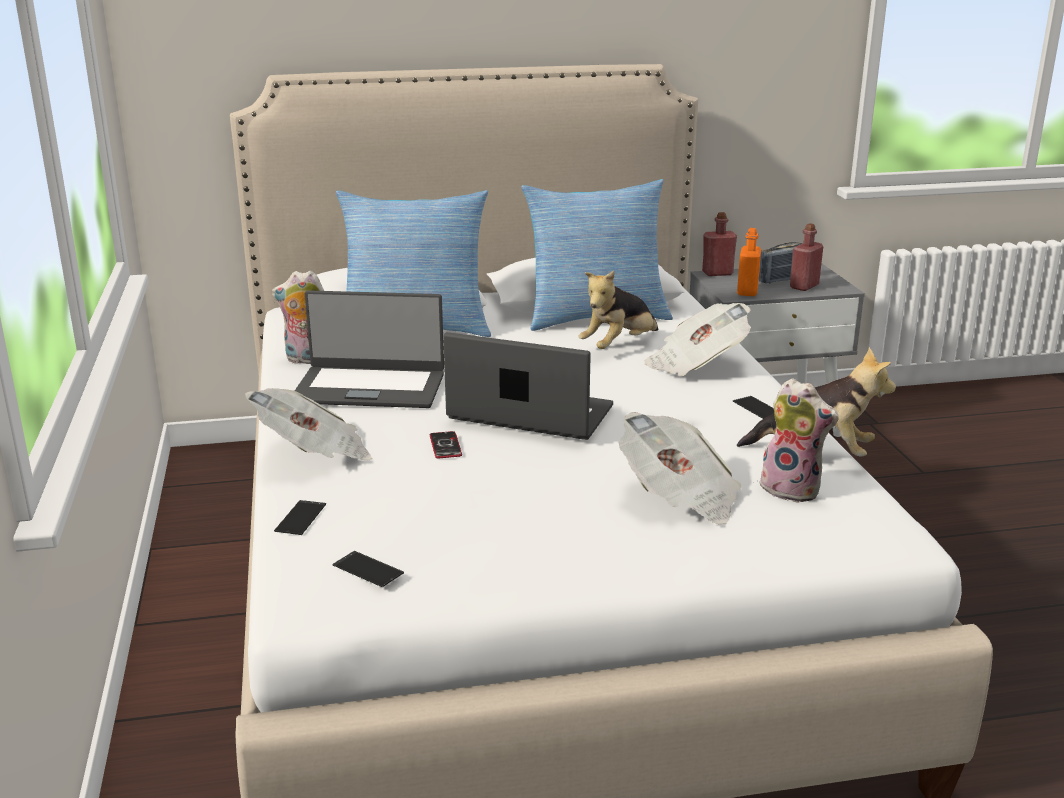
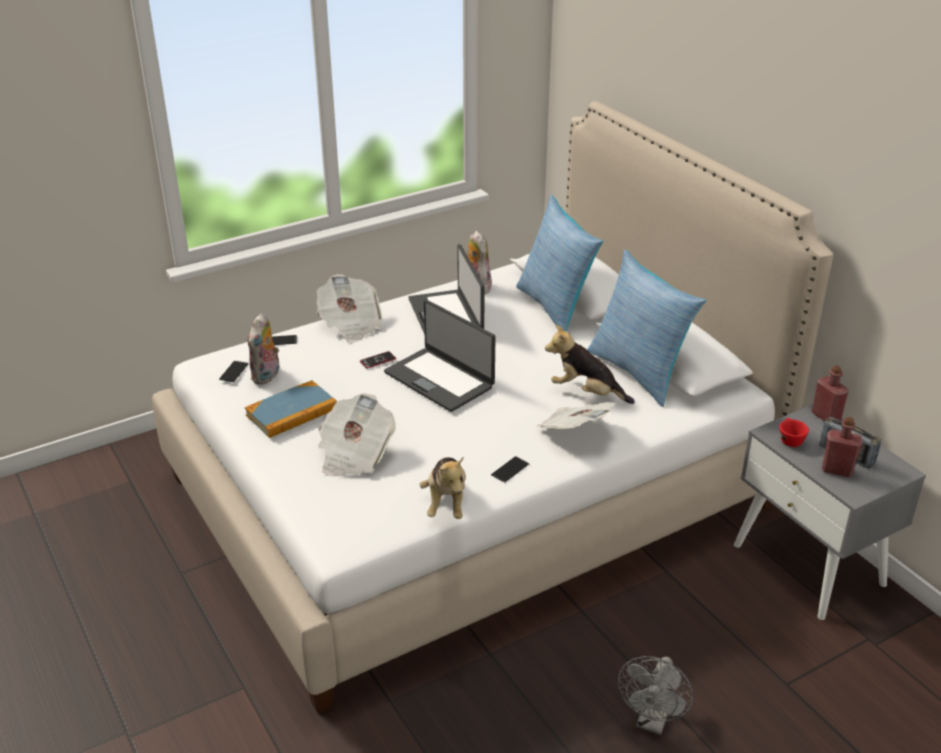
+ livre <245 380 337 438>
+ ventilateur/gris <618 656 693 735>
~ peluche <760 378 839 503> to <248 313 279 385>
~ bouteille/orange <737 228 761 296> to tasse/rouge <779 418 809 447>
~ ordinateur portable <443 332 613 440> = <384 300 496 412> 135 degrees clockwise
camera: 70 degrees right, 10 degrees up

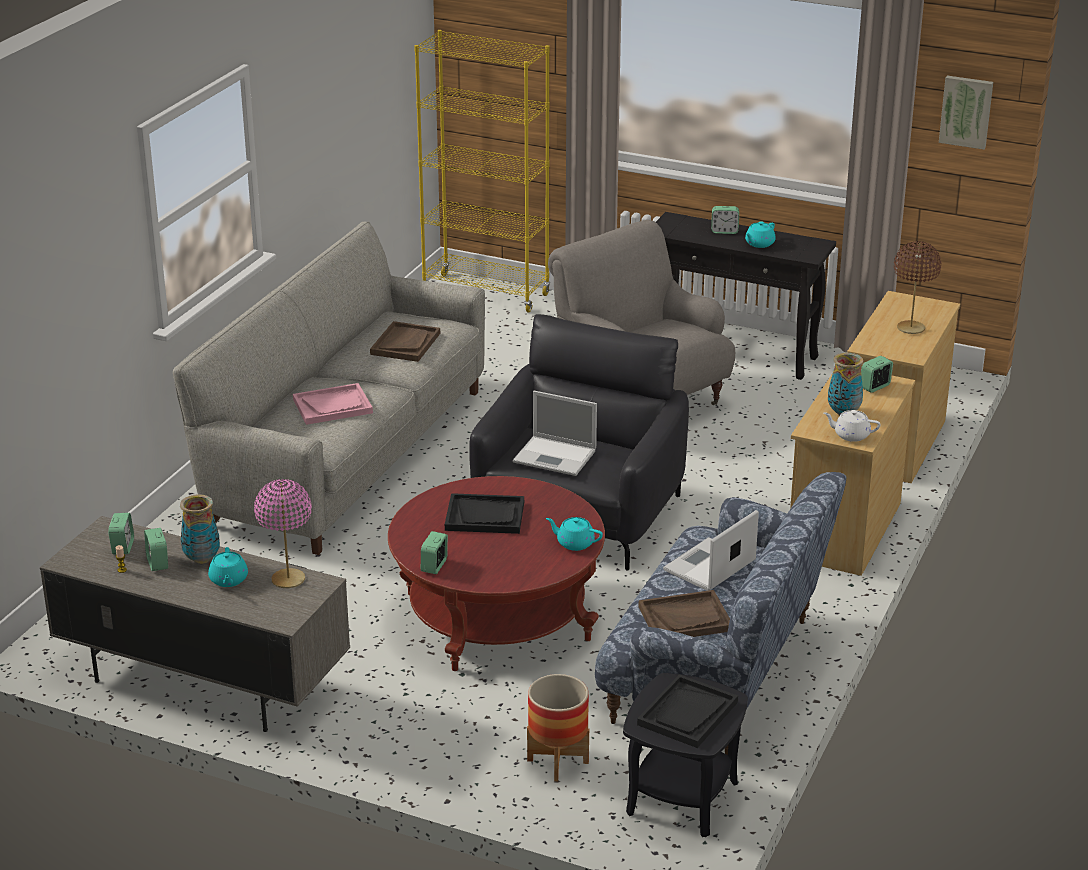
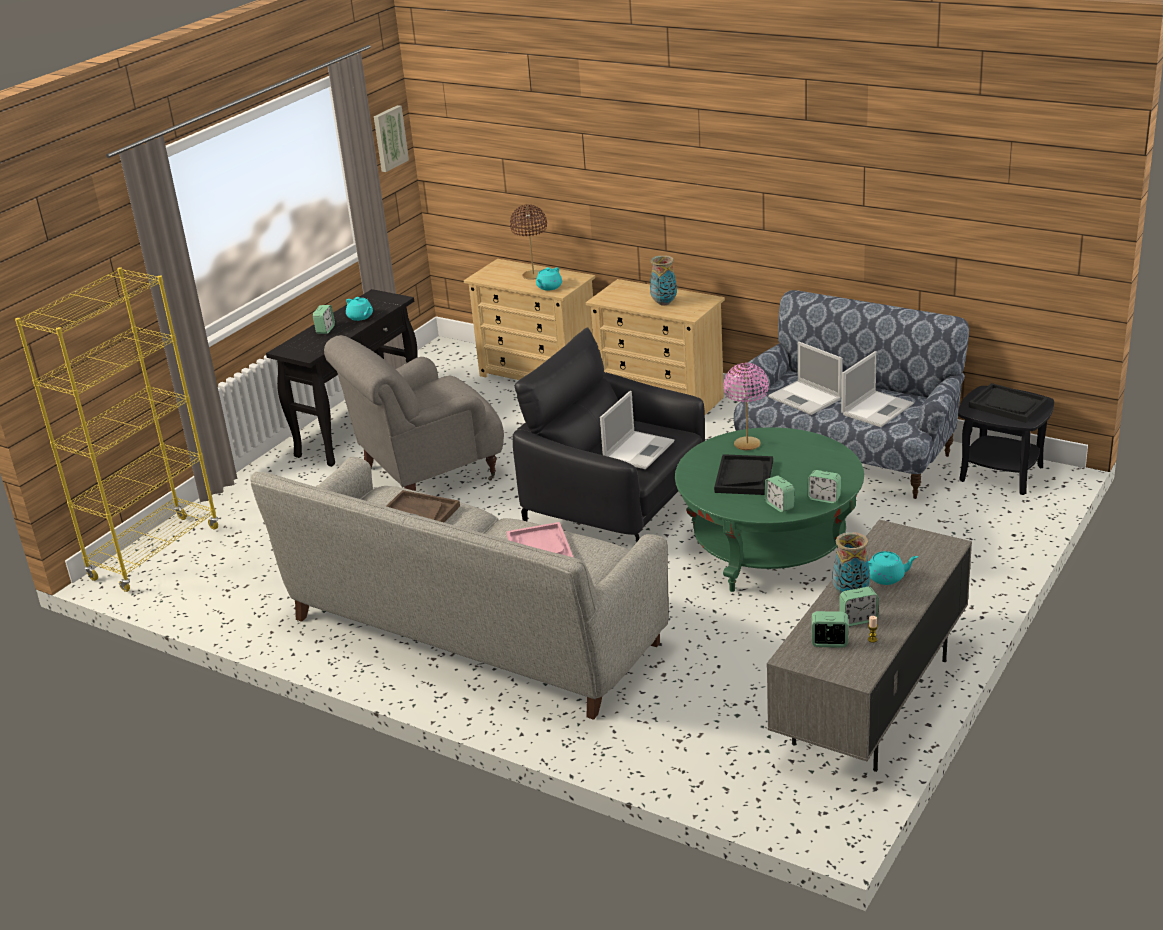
- cache-pot <527 674 589 781>
- théière/blanc <824 410 881 442>
~ lampe de table/rose <254 479 312 588> to <724 363 769 450>
~ théière/turquoise <546 517 603 551> to <536 267 562 291>
~ réveil <861 356 893 393> to <765 476 795 512>
~ plateau/marron <638 590 730 637> to ordinateur portable <841 351 914 427>
~ table basse/rouge <388 476 605 671> to table basse/vert <675 427 864 592>
camera: 80 degrees left, 0 degrees up

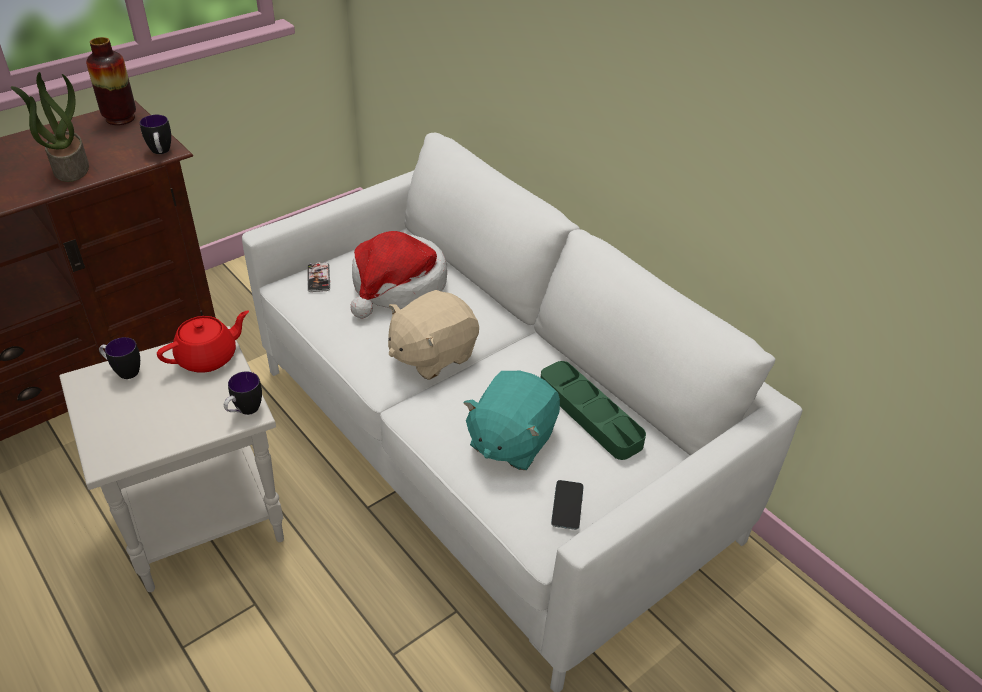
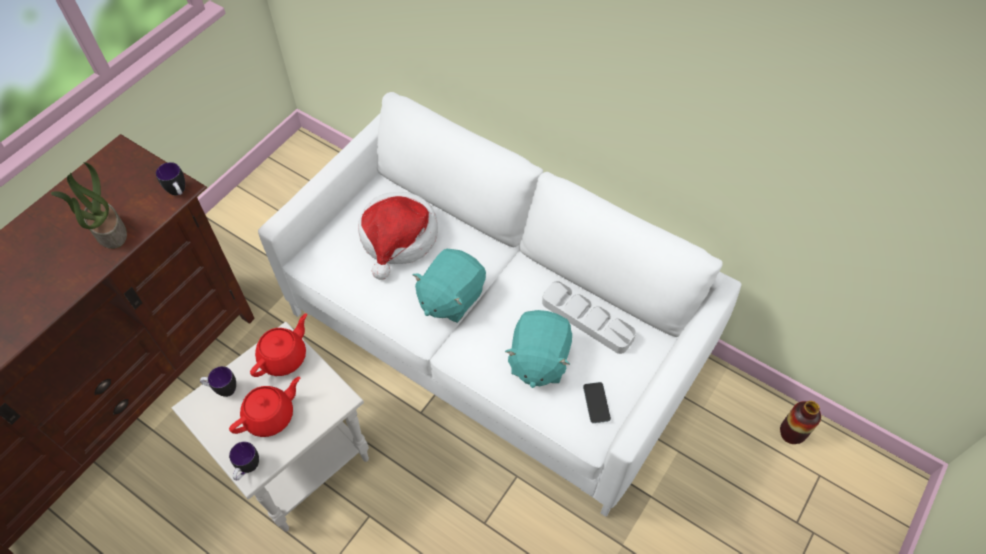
- téléphone <307 262 330 292>
+ théière/rouge <229 377 300 437>
~ vase <86 37 136 125> to <780 401 821 444>
~ mug <224 371 262 415> to <229 442 259 480>
~ peluche/beige <388 290 479 380> to peluche/turquoise <412 249 486 323>
~ plateau/vert <540 361 646 460> to plateau/gris <542 281 636 354>
camera: 15 degrees left, 15 degrees up

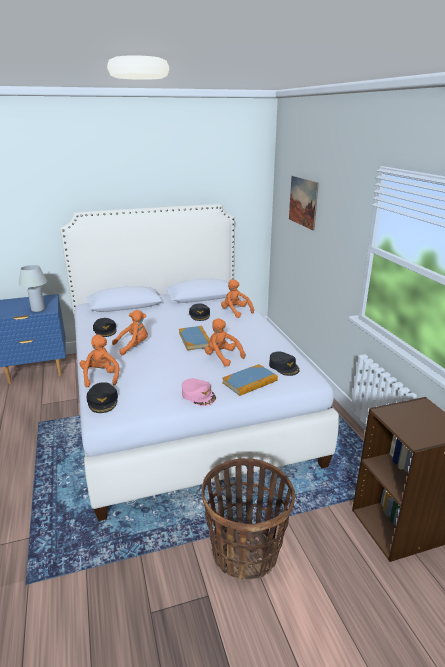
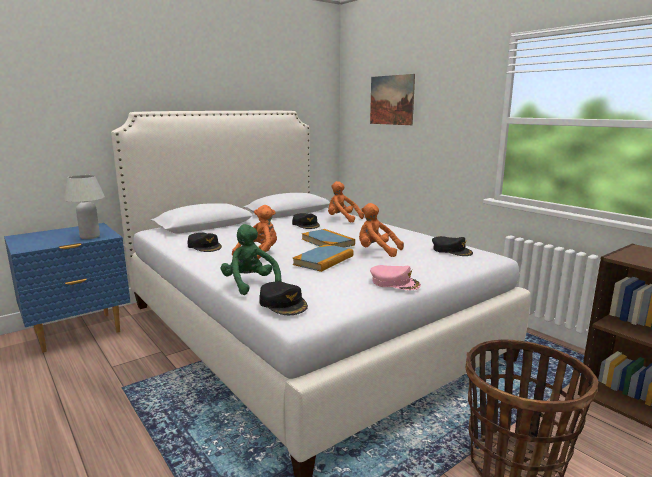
~ livre <222 364 278 396> to <293 244 354 272>
~ peluche/orange <80 335 119 387> to peluche/vert <221 224 282 295>
camera: 20 degrees left, 10 degrees down

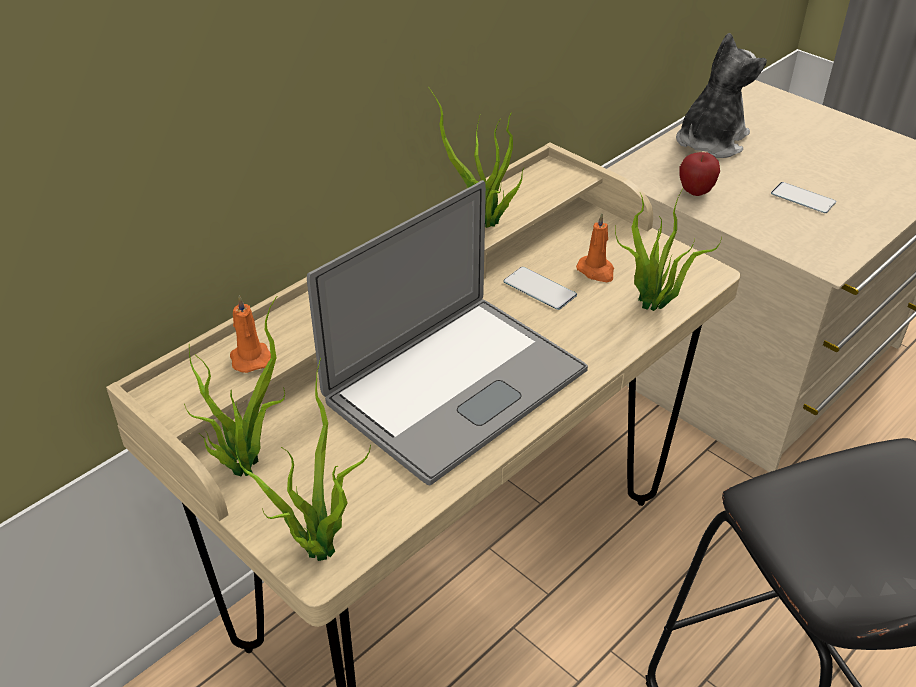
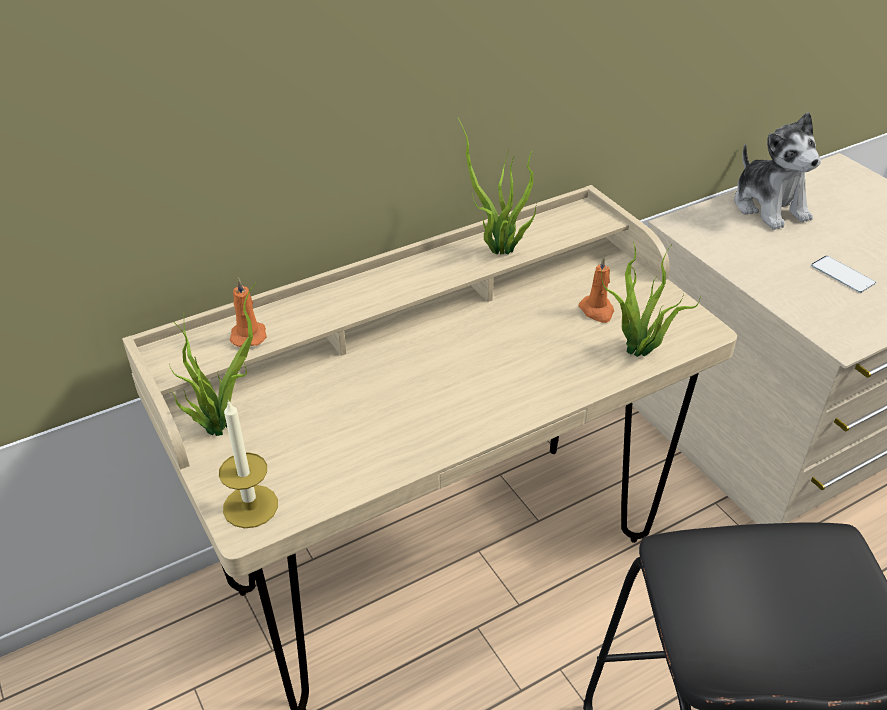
- ordinateur portable <307 180 588 486>
- téléphone <503 267 577 310>
- pomme <679 152 720 196>
~ plante en pot <235 358 371 561> to bougie <219 400 278 528>
~ peluche <676 33 767 158> = <735 112 821 230> 105 degrees clockwise
camera: 15 degrees right, 0 degrees up

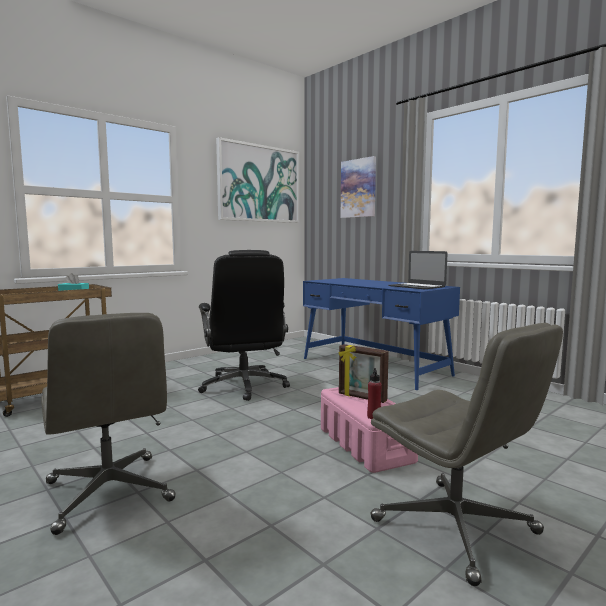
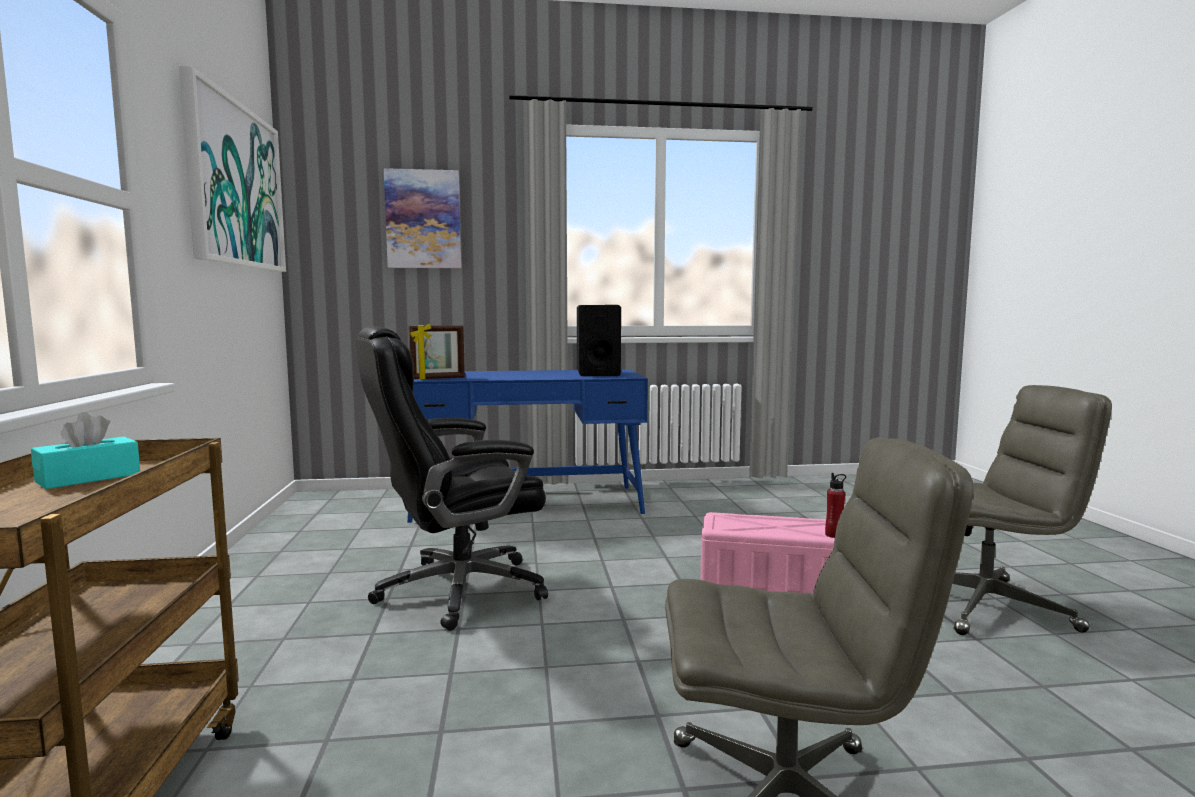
~ cadre photo <339 344 389 403> to <409 323 465 380>
~ ordinateur portable <388 251 447 289> to enceinte/noir <577 305 621 376>
~ chaise de bureau/noir <198 250 290 401> = <355 326 548 631> 135 degrees clockwise
camera: 55 degrees left, 0 degrees up

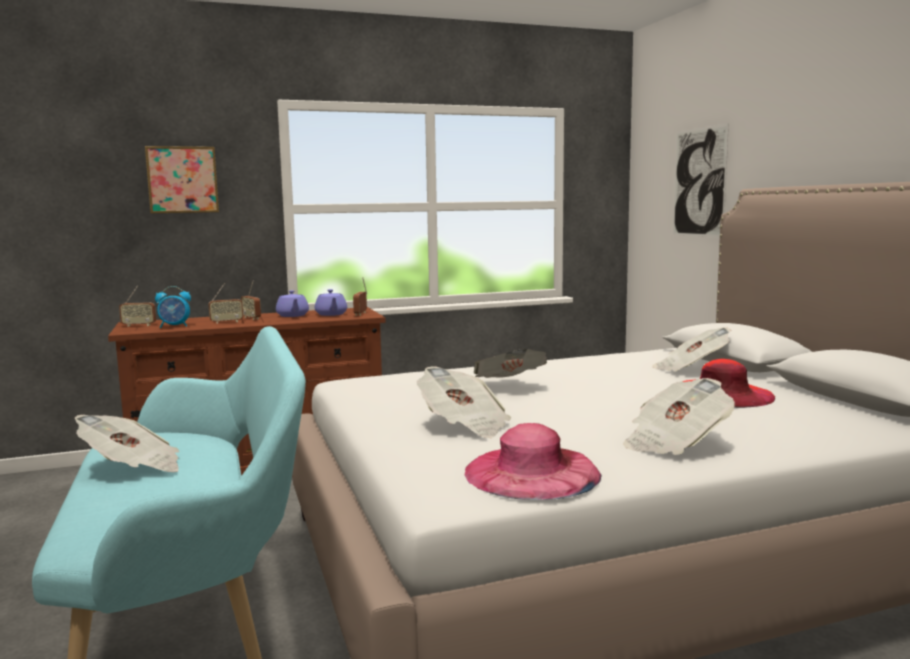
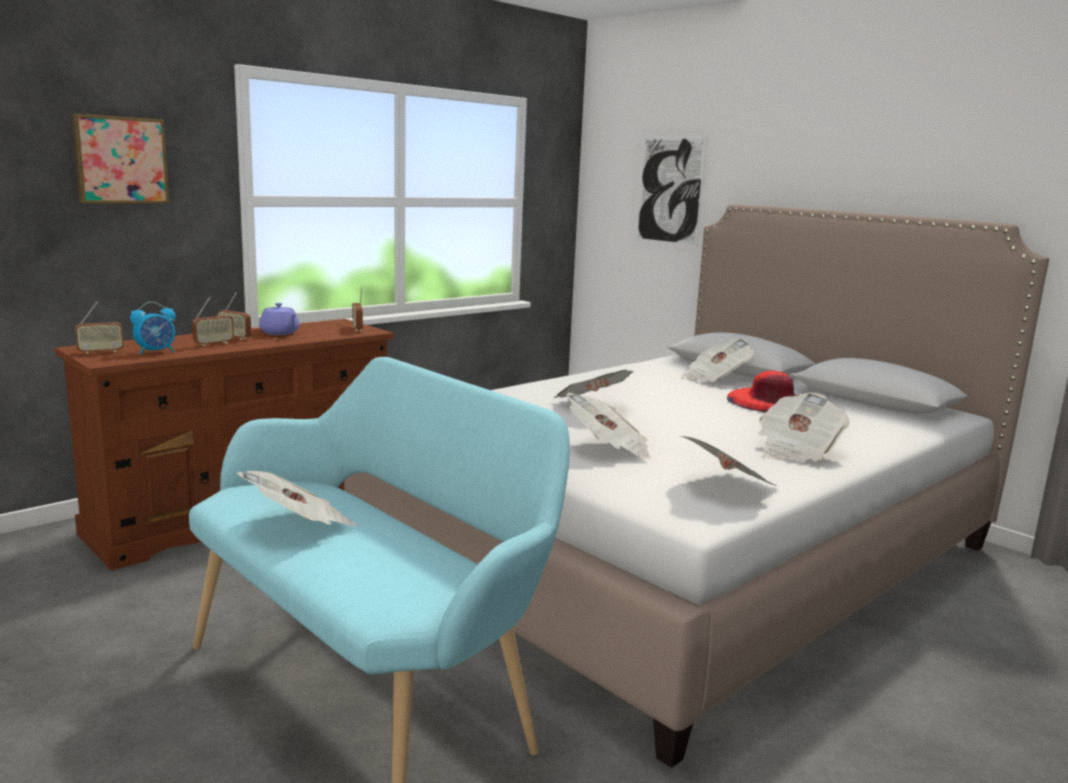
- théière/violet <315 289 347 316>
~ chapeau/rose <465 423 602 500> to journal <680 436 779 486>
camera: 25 degrees left, 5 degrees up

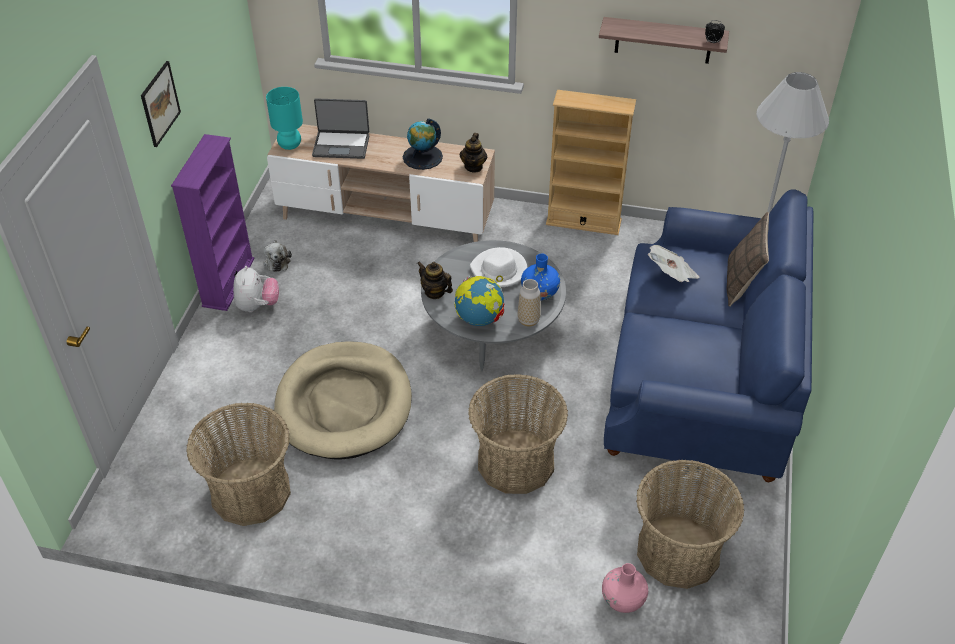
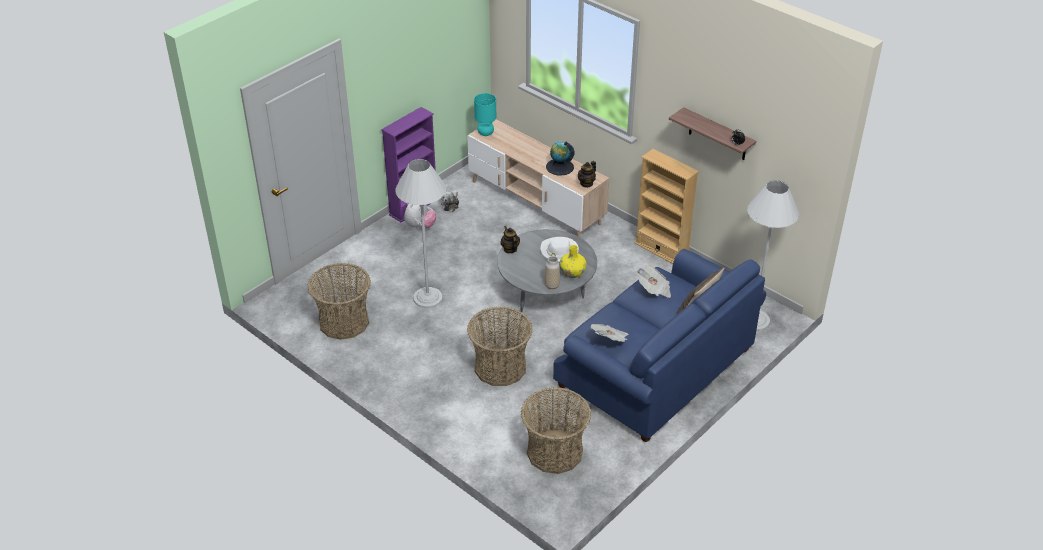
- tableau <141 61 181 147>
- ordinateur portable <312 98 369 159>
- globe <455 276 504 326>
- vase/rose <602 563 648 613>
+ journal <591 324 628 342>
~ panier pour chien/beige <274 341 412 460> to lampadaire/blanc <395 159 446 308>
~ vase/bleu <521 253 560 301> to vase/jaune <559 245 587 278>
camera: 30 degrees right, 5 degrees down

